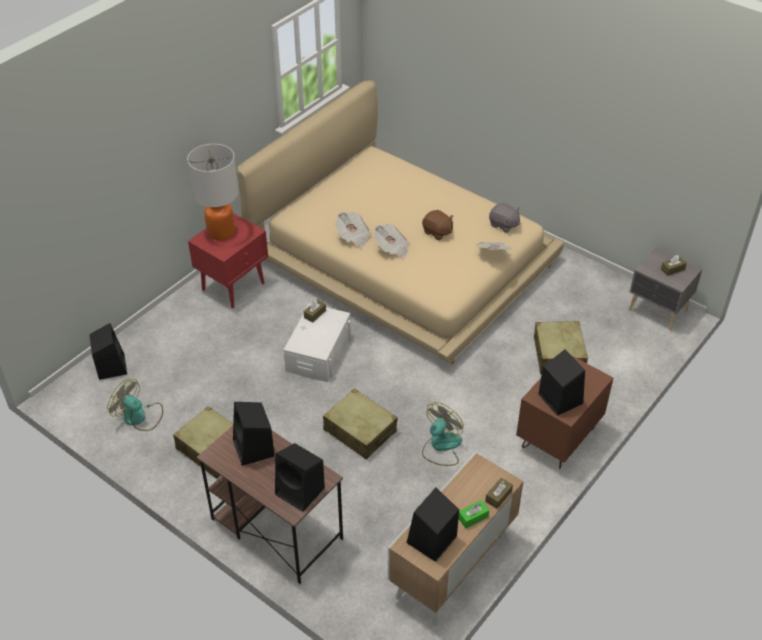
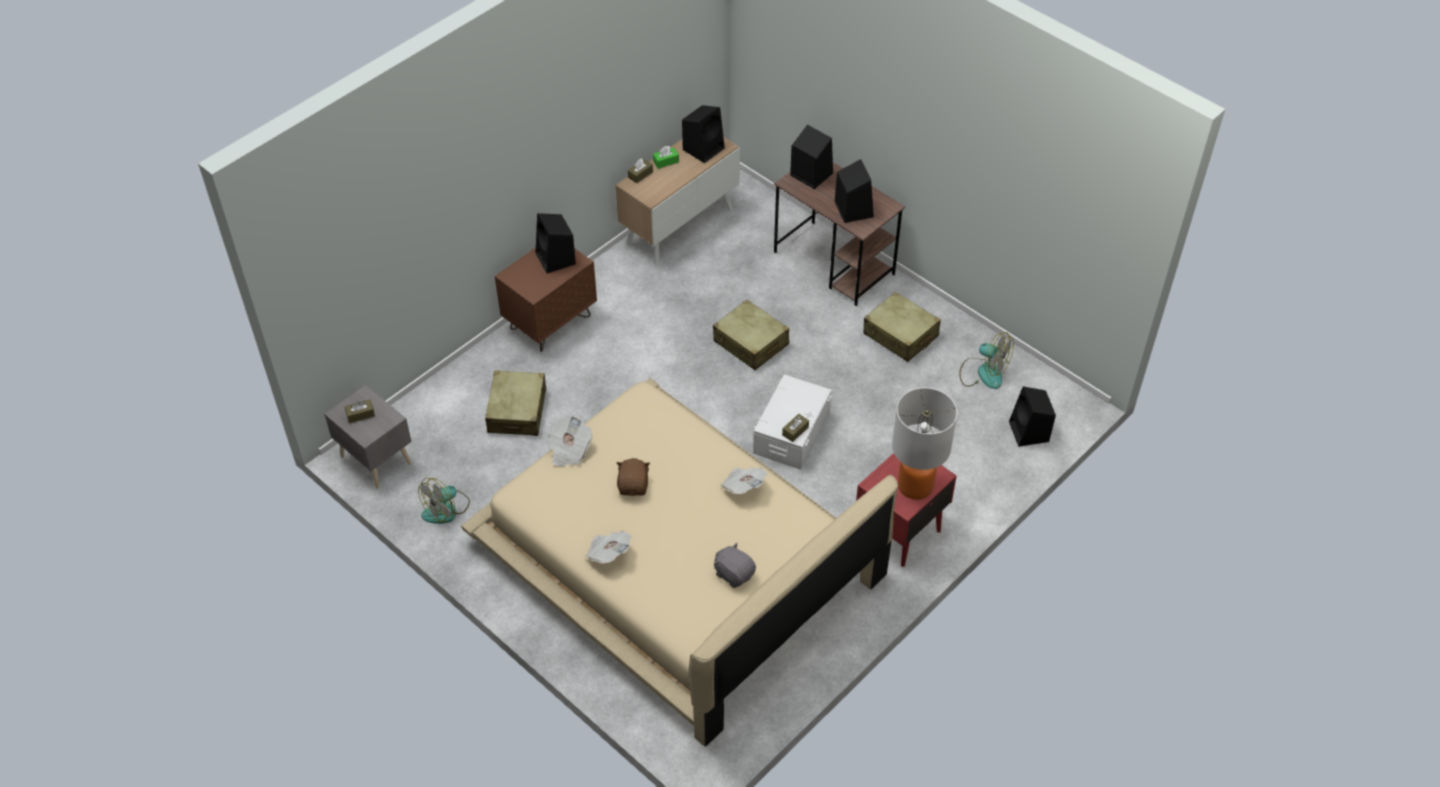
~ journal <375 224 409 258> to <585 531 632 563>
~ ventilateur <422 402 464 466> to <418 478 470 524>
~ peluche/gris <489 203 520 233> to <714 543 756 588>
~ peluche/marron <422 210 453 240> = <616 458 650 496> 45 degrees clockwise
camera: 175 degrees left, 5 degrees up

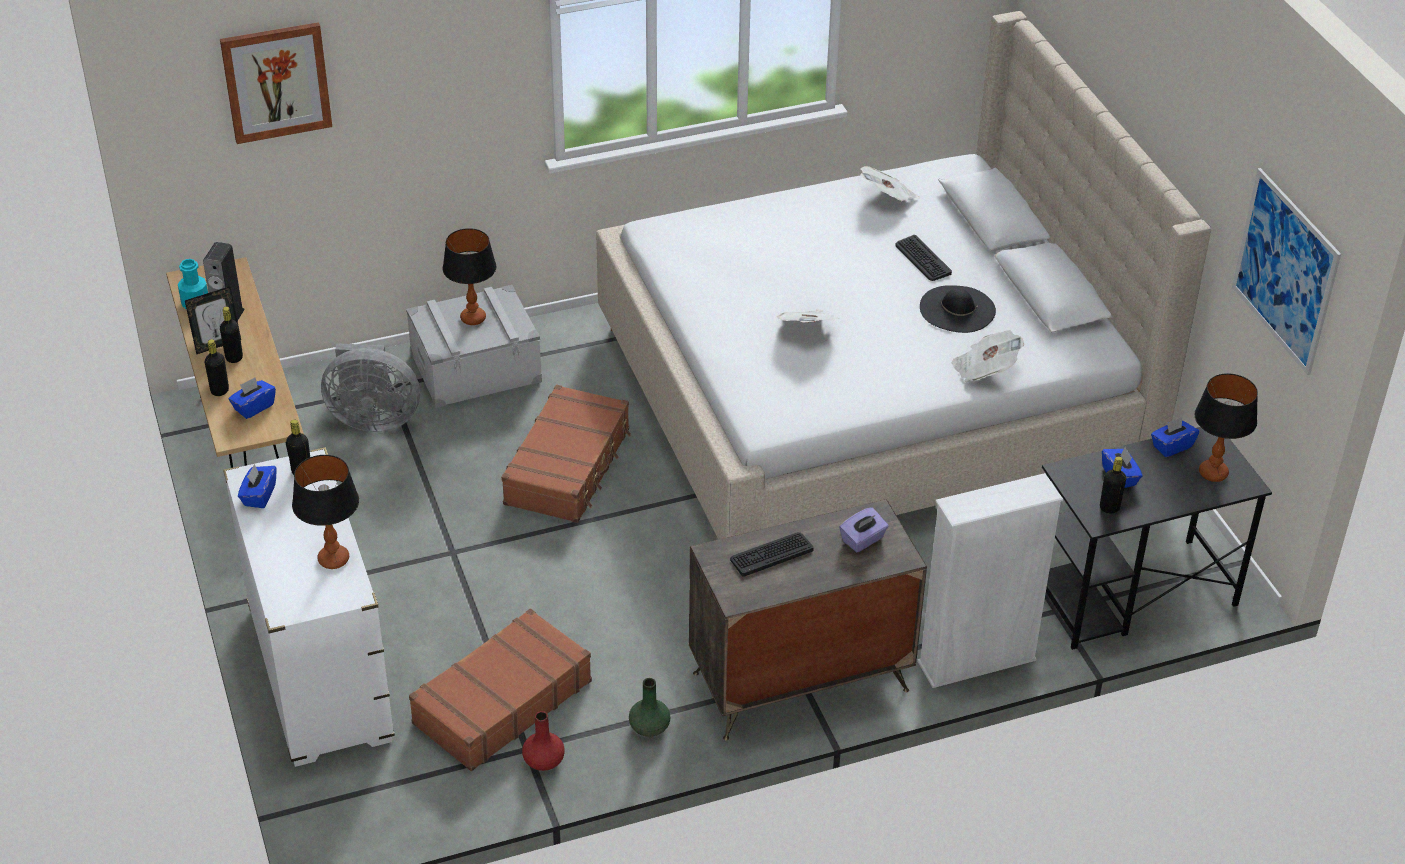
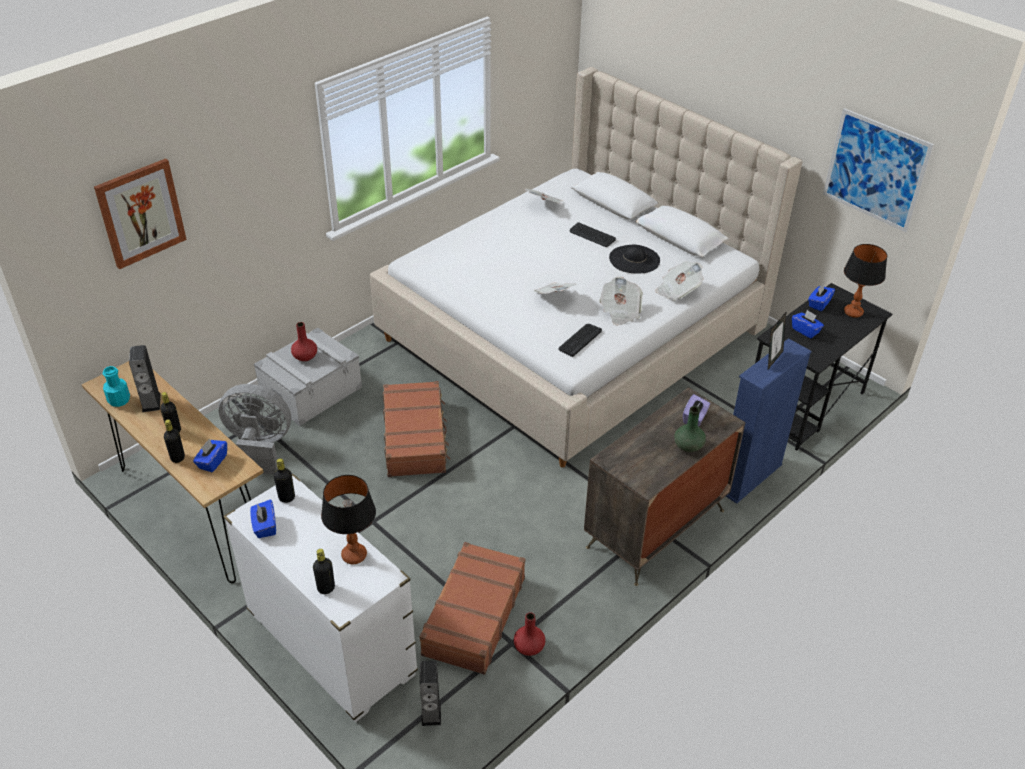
+ enceinte <420 661 441 726>
+ journal <600 277 643 326>
~ cadre photo <185 287 241 354> to <768 311 787 369>
~ vase/vert <629 678 671 737> to <674 406 706 452>
~ clavier <730 532 814 577> to <558 324 602 357>
~ bouteille/noir <1100 457 1126 514> to <313 549 335 594>
~ lampe de table <443 228 496 325> to vase/rouge <291 322 317 361>
~ bibliothèque/blanc <917 473 1063 688> to bibliothèque/bleu <726 338 812 504>
~ ventilateur/gris <321 344 420 432> = <218 384 291 475> 150 degrees counterclockwise
camera: 25 degrees left, 0 degrees up

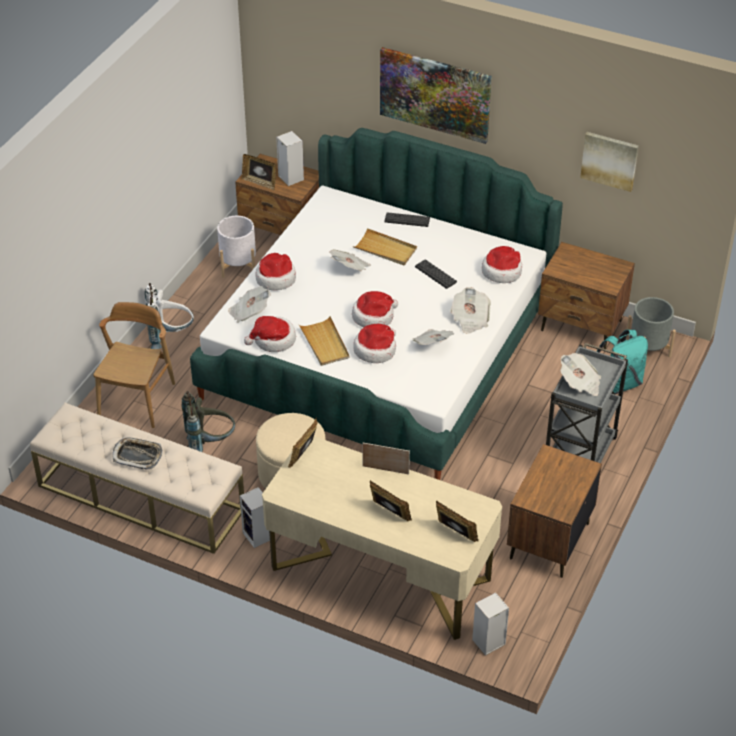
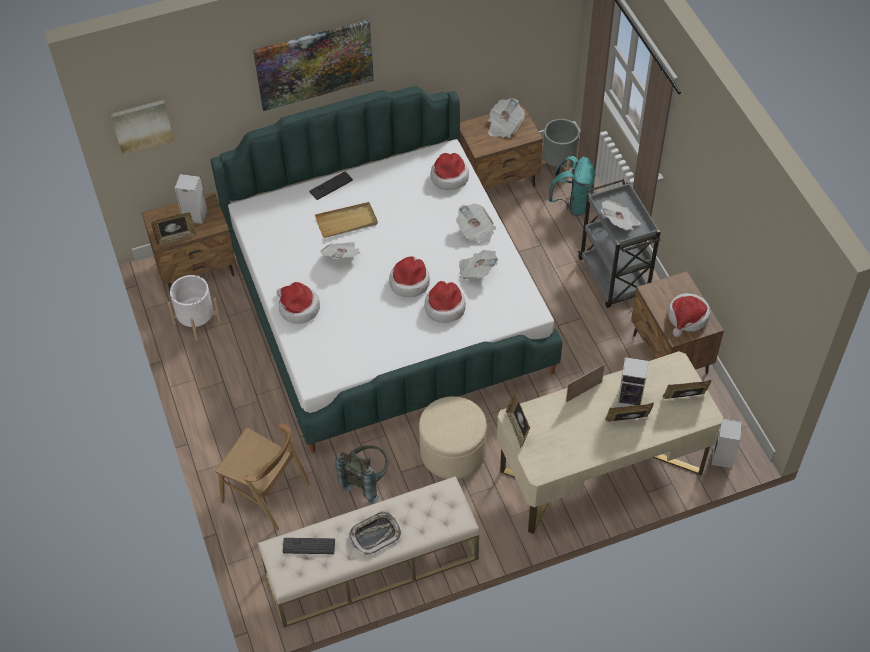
- sac à dos/blanc <145 283 194 349>
- plateau/beige <298 316 349 366>
~ journal <228 286 271 323> to <488 98 525 138>
~ enceinte <240 487 270 548> to <617 357 649 407>
~ chapeau <244 316 296 352> to <668 293 710 337>
~ clavier <415 260 457 289> to <282 538 335 554>
~ tableau <580 132 639 192> to <111 100 174 155>
~ chaise/marron <93 302 175 428> = <215 423 310 530> 150 degrees clockwise
camera: 45 degrees left, 10 degrees up

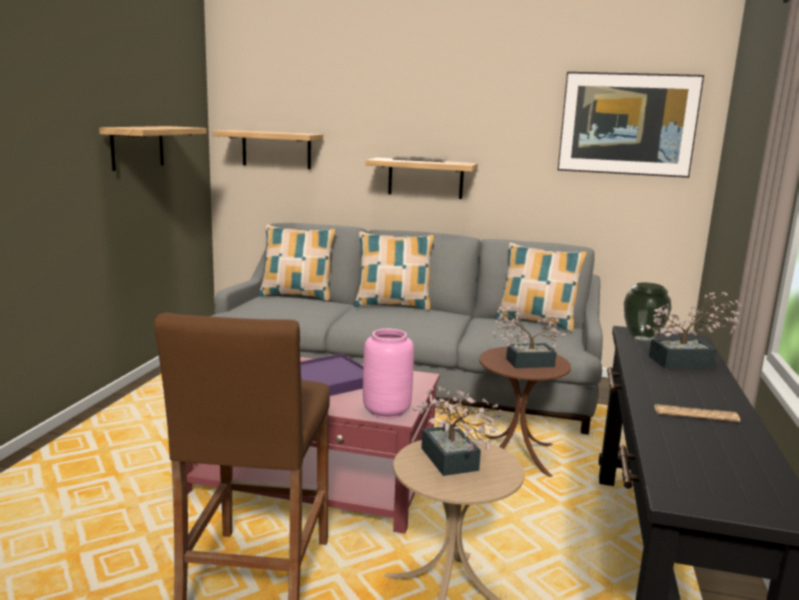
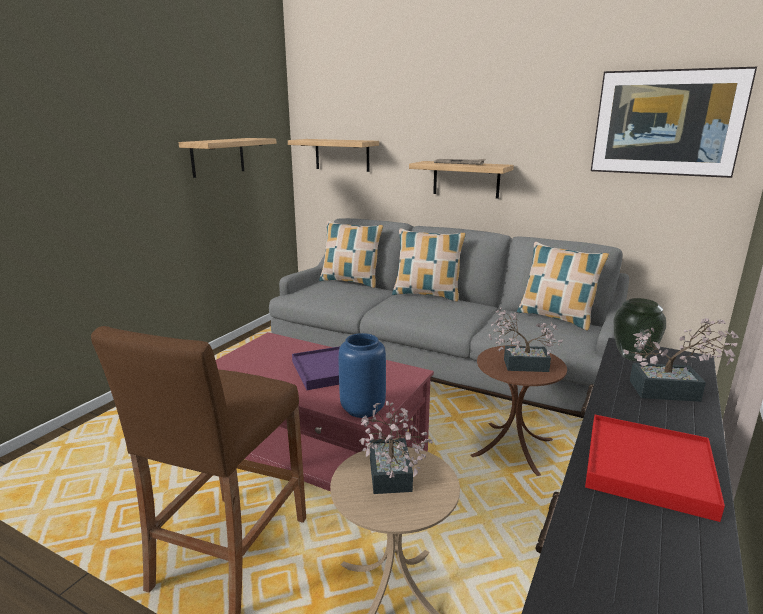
~ journal <654 404 740 422> to plateau/rouge <585 415 725 522>
~ vase/rose <363 329 414 419> to vase/bleu <339 333 386 418>
camera: 15 degrees right, 5 degrees up

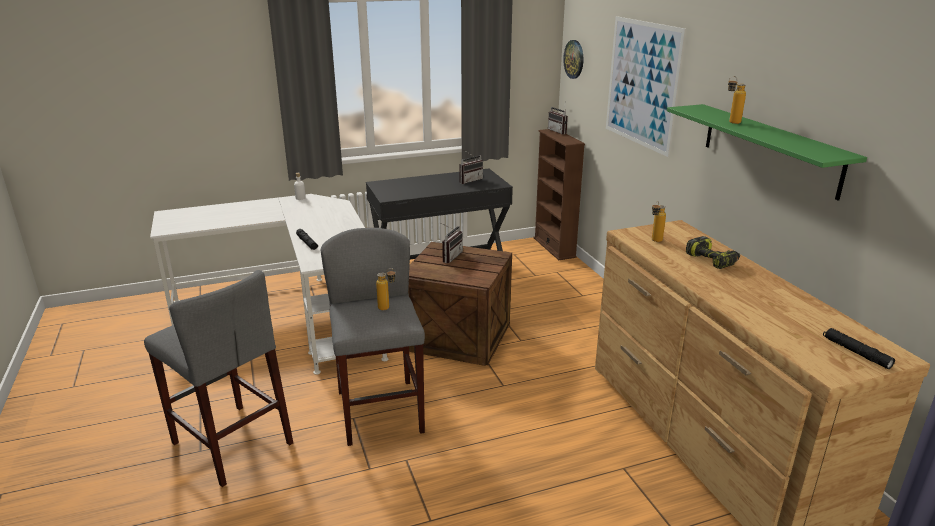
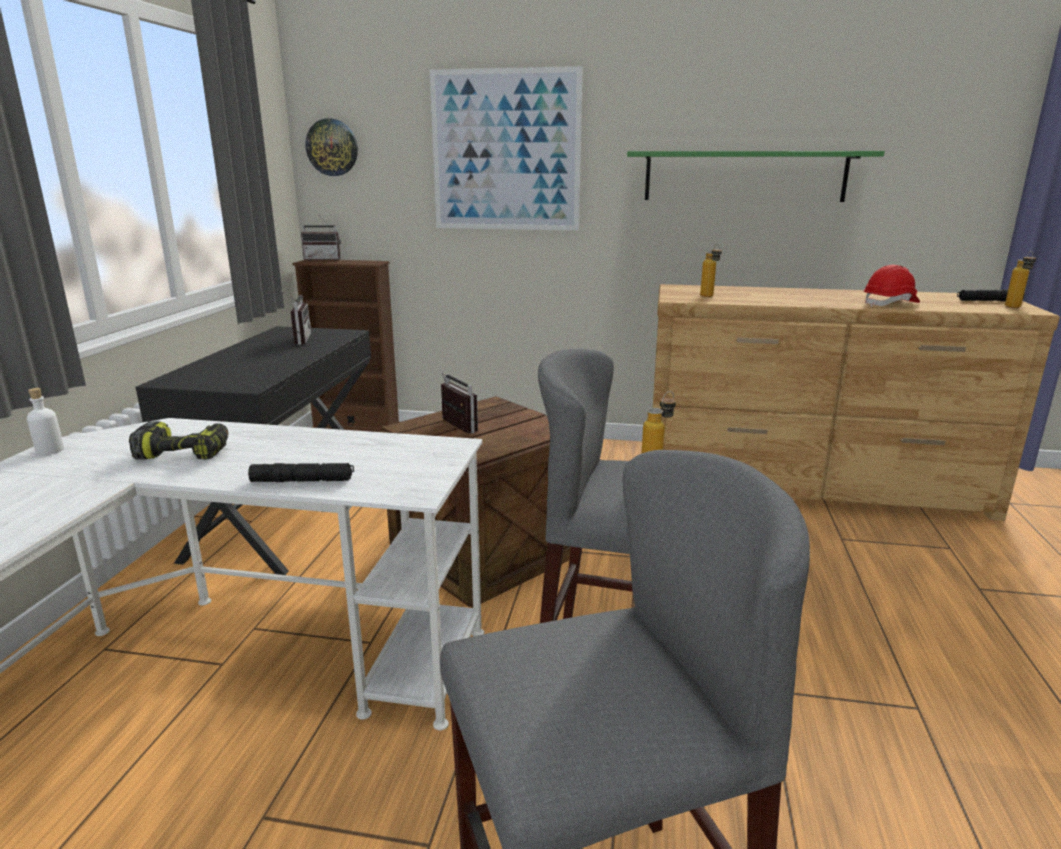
+ casque de chantier/rouge <864 265 920 307>
~ perceuse <686 236 740 269> to <129 421 228 460>
~ bouteille <728 76 746 124> to <1005 251 1036 308>
camera: 60 degrees left, 5 degrees down

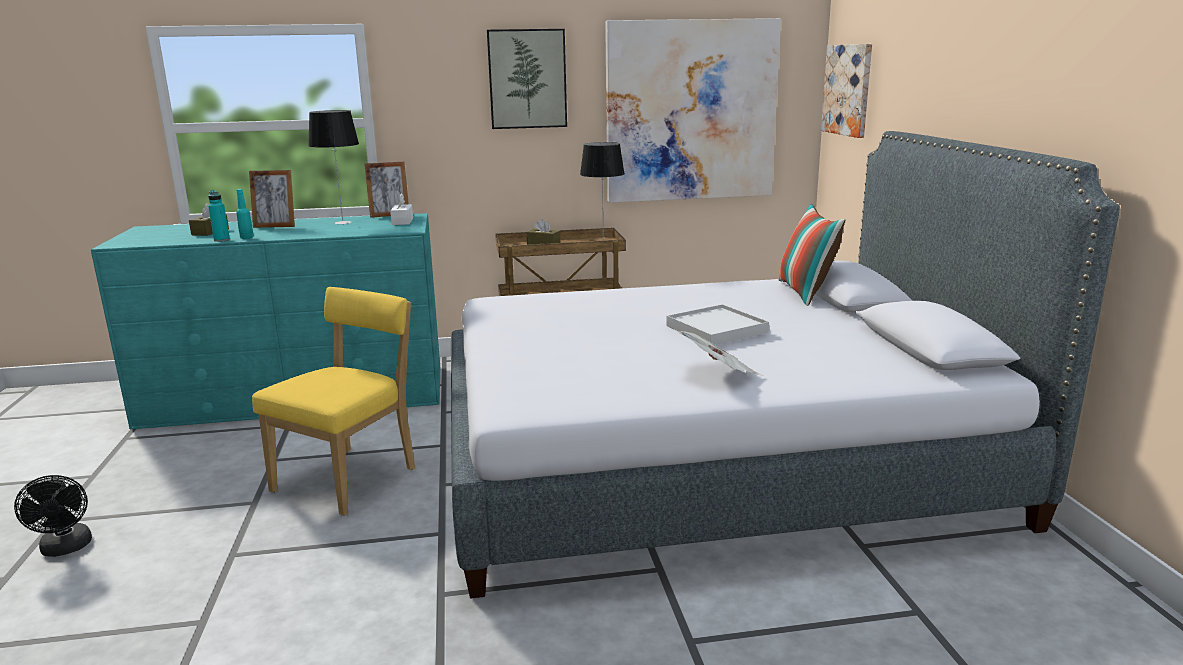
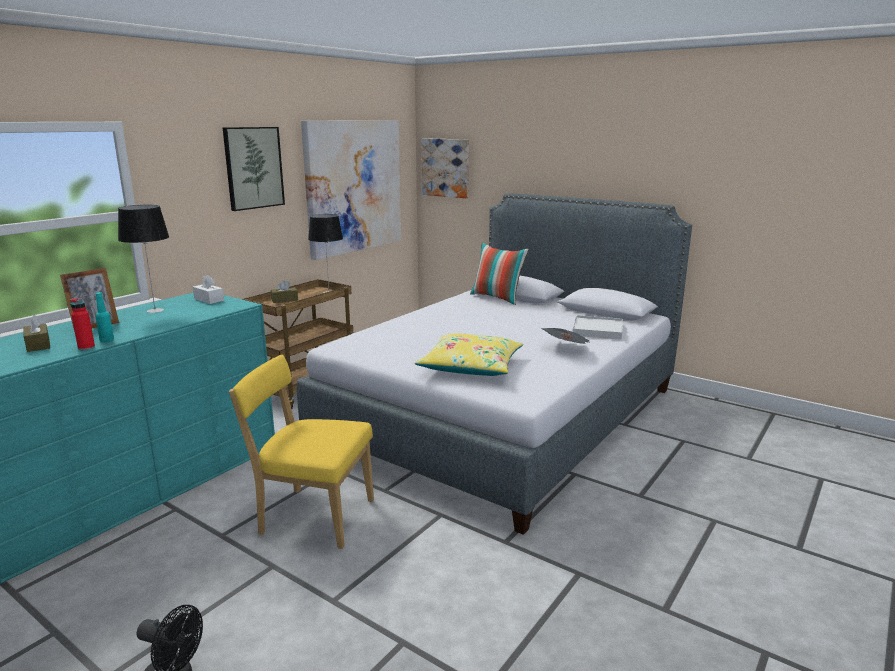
- cadre photo <364 162 409 218>
+ coussin/jaune <414 333 523 376>
~ plateau/blanc <666 304 769 345> to <573 315 623 340>
~ bouteille/turquoise <208 190 230 242> to bouteille/rouge <70 298 95 350>
~ chaise/jaune <252 287 415 516> = <229 355 374 549> 60 degrees counterclockwise
camera: 45 degrees left, 0 degrees up

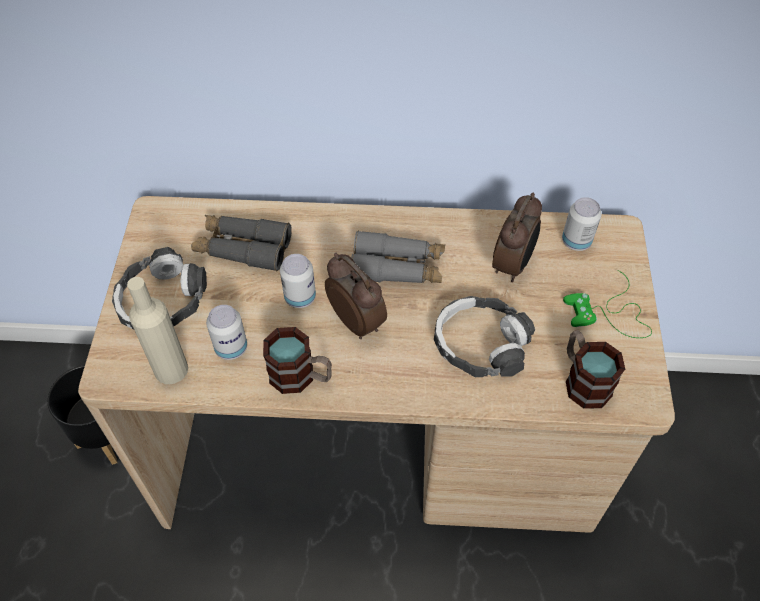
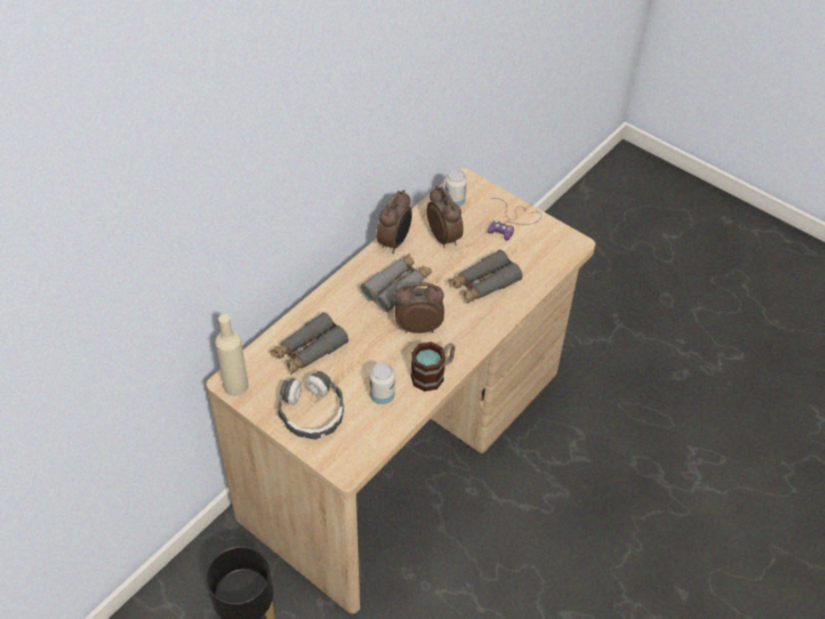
- boîte métallique <280 254 316 308>
- mug <566 330 625 409>
+ réveil <376 190 412 254>
~ bouteille/beige <127 277 188 384> to <215 314 249 396>
~ casque audio <434 296 535 377> to jumelles/gris <448 250 523 304>
~ manette/vert <563 270 652 338> to manette/violet <487 198 541 240>
camera: 55 degrees left, 5 degrees down

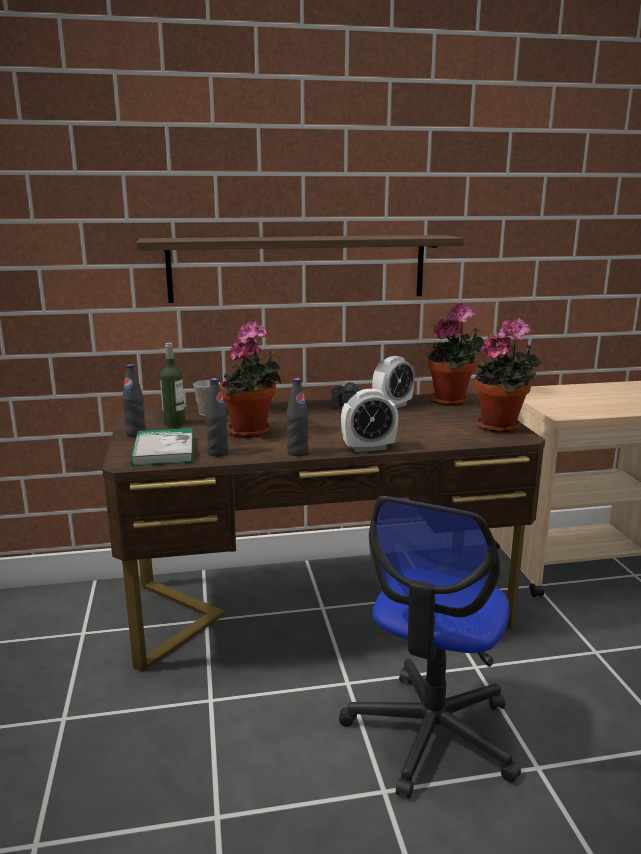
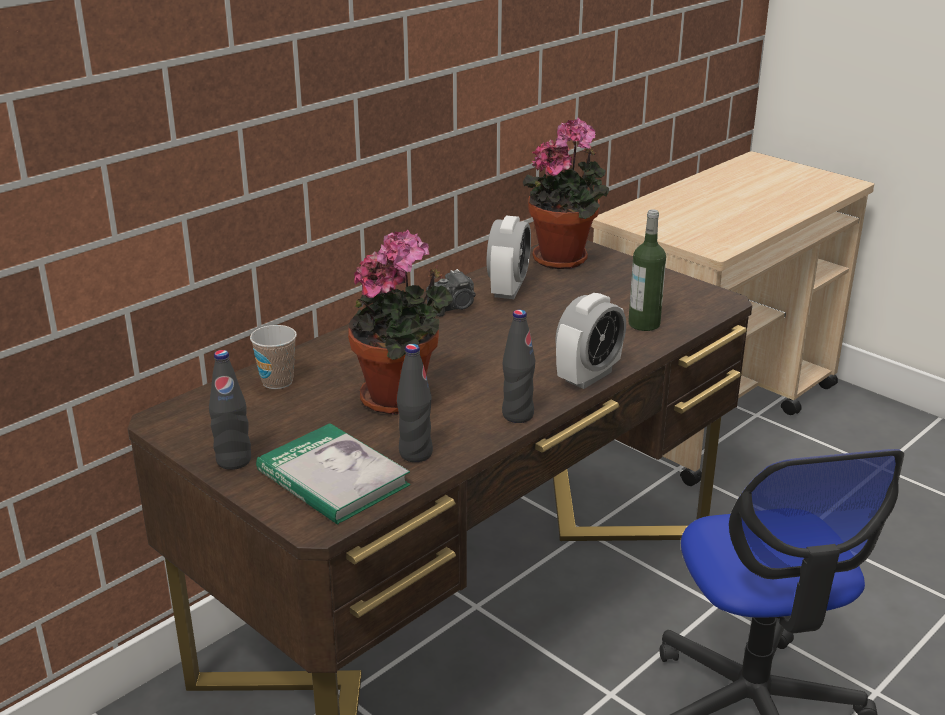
- étagère <136 235 464 303>
- plante en pot <475 317 541 433>
~ bouteille <160 343 185 427> to <628 210 666 331>
camera: 35 degrees left, 10 degrees up

